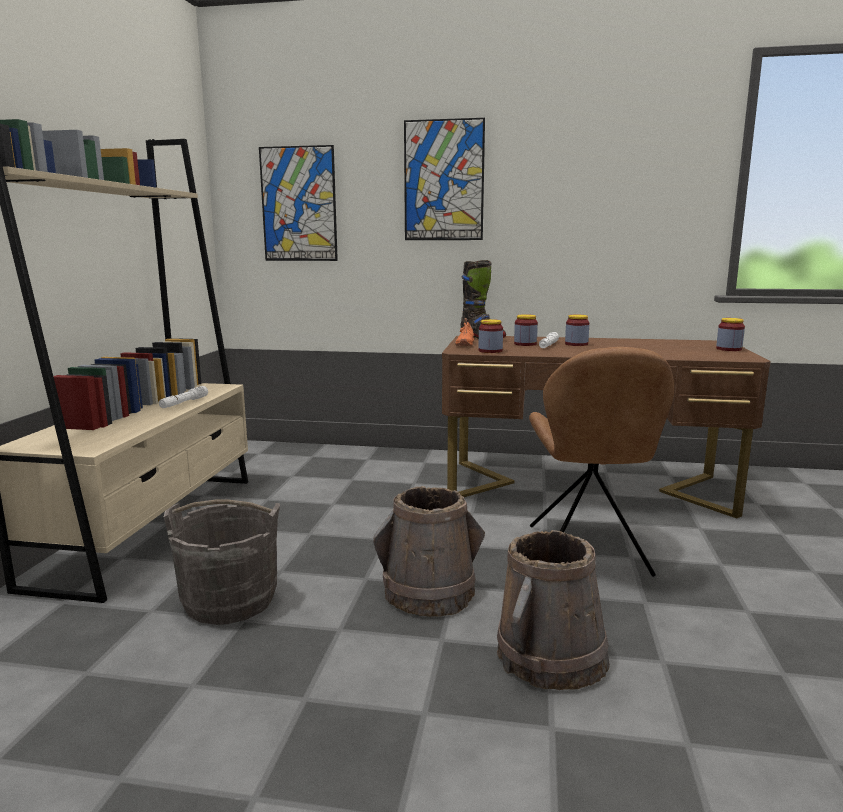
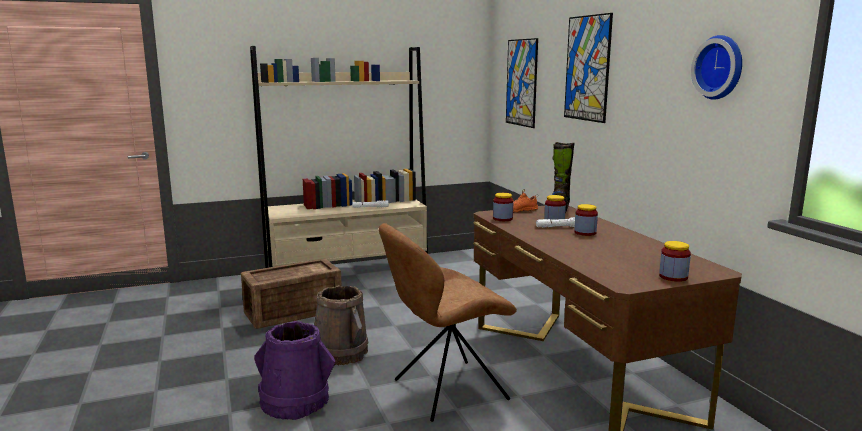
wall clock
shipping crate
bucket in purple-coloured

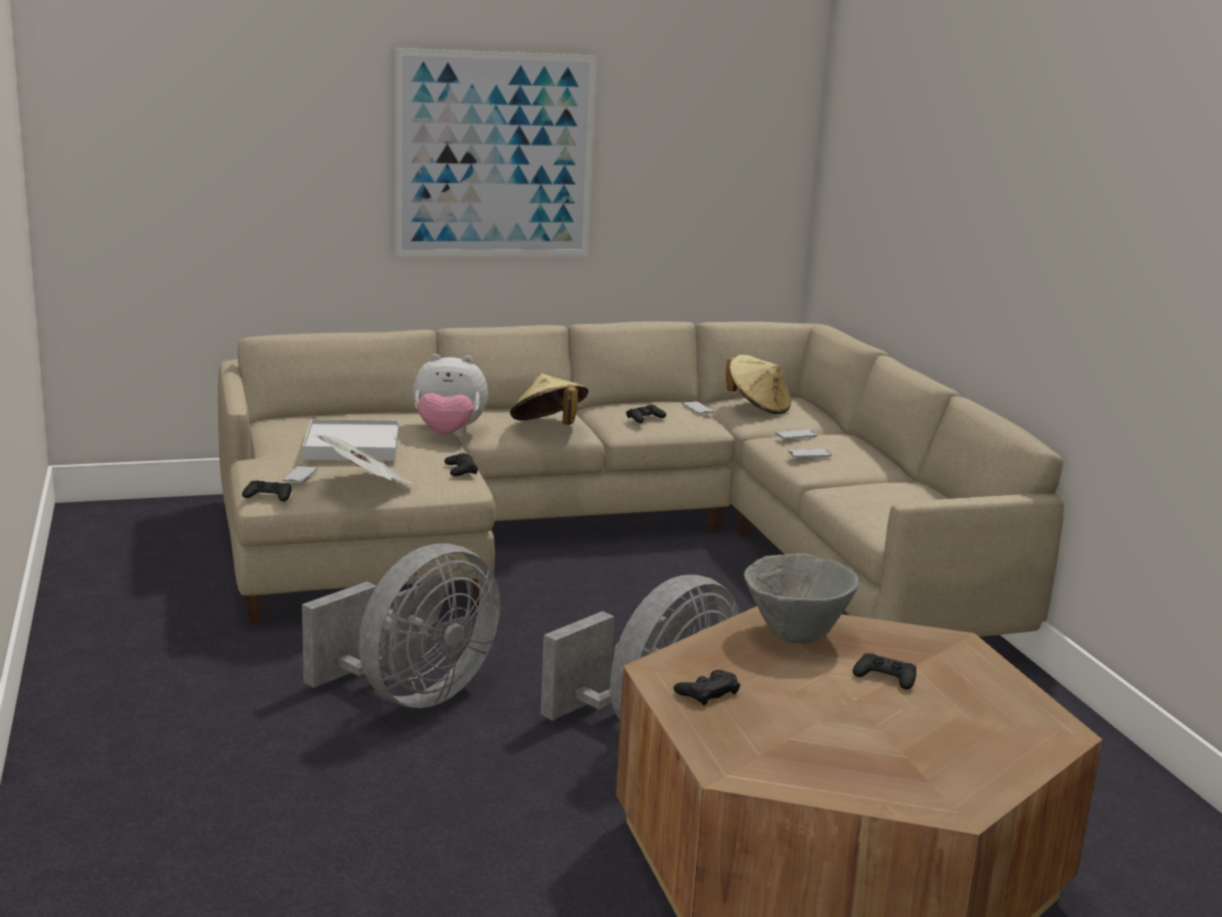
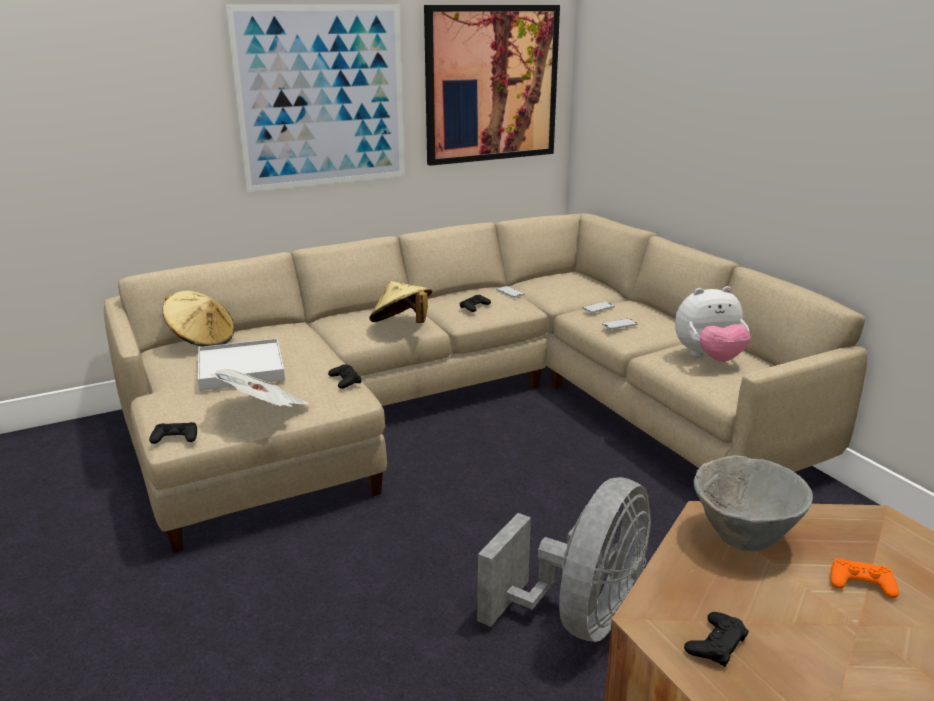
telephone (no. 1 from left in the first image)
fan in grey (no. 1 from left in the first image)
picture (no. 2 from left)
cuddly toy
clothing hat in beige (no. 1 from left)
gamepad in orangey

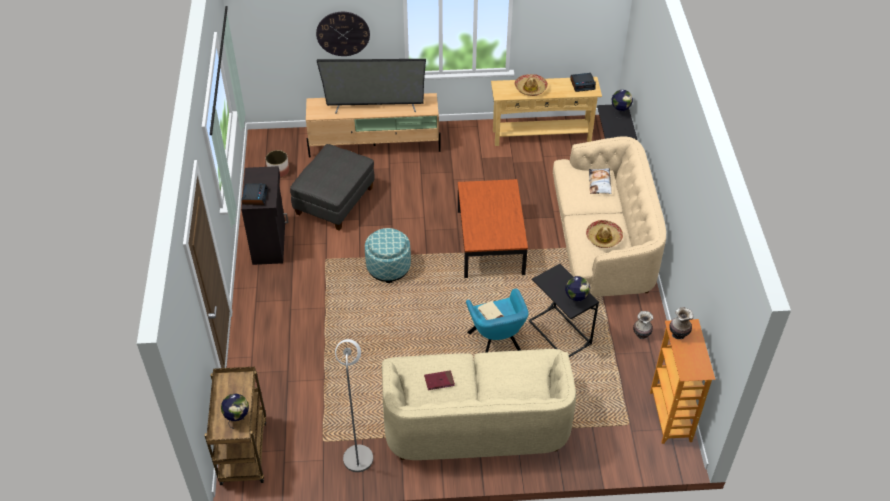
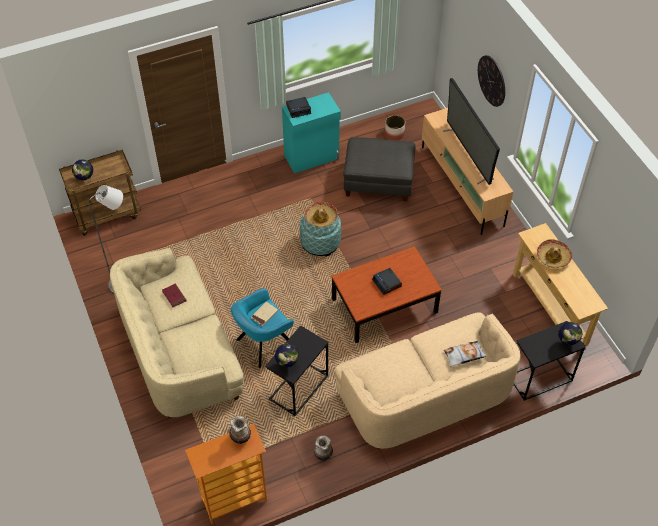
alarm clock (no. 2 from left)
clothing hat (no. 1 from left)
cupboard in turquoise

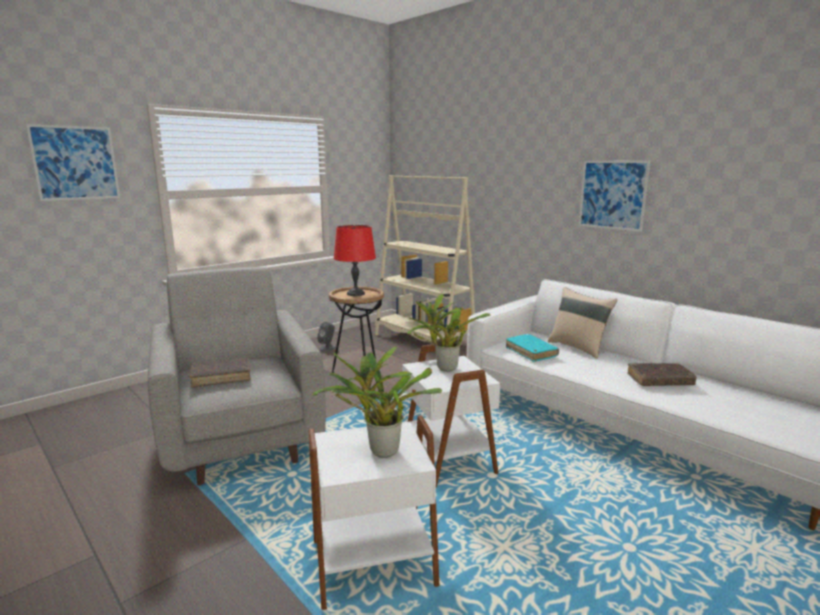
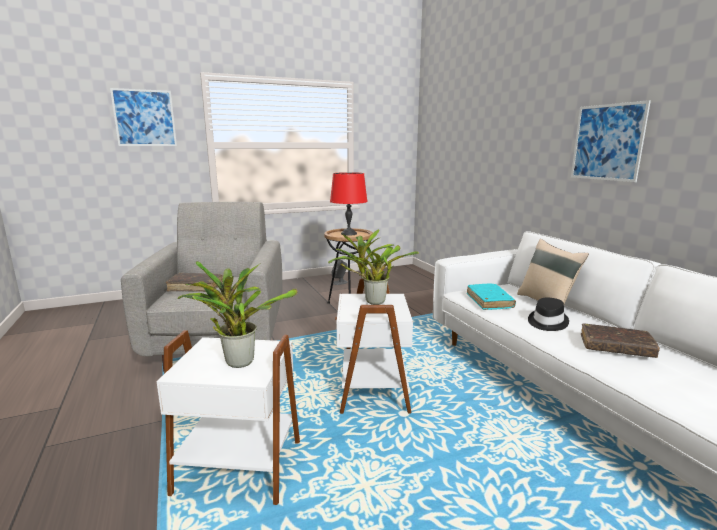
bookshelf in beige
clothing hat in blackish

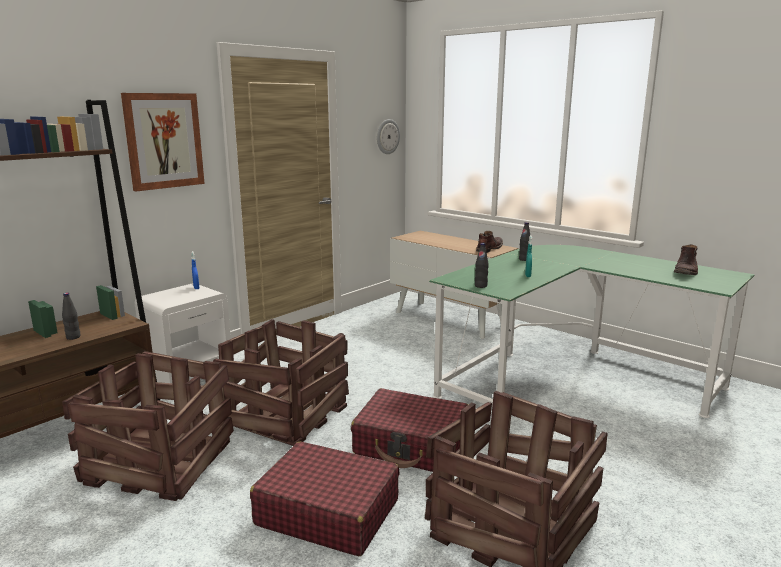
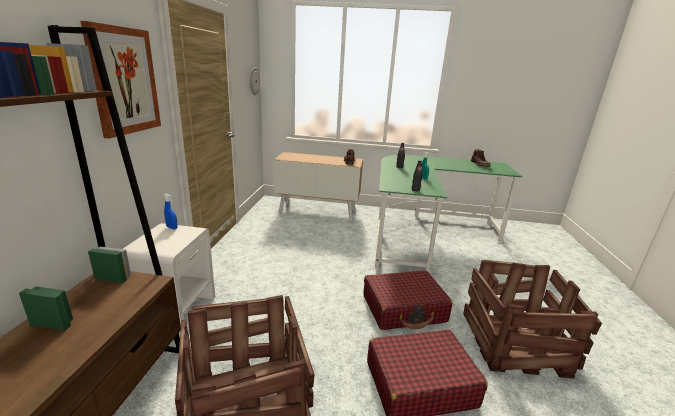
drink bottle in blackish (no. 1 from left in the first image)
shipping crate (no. 2 from left in the first image)

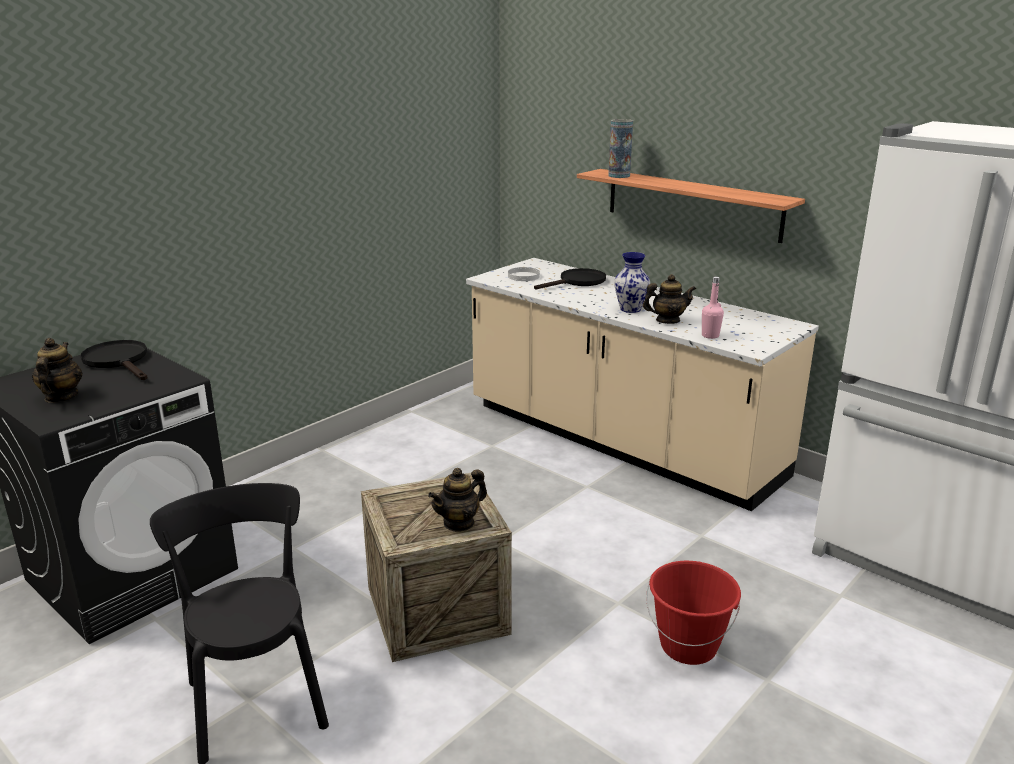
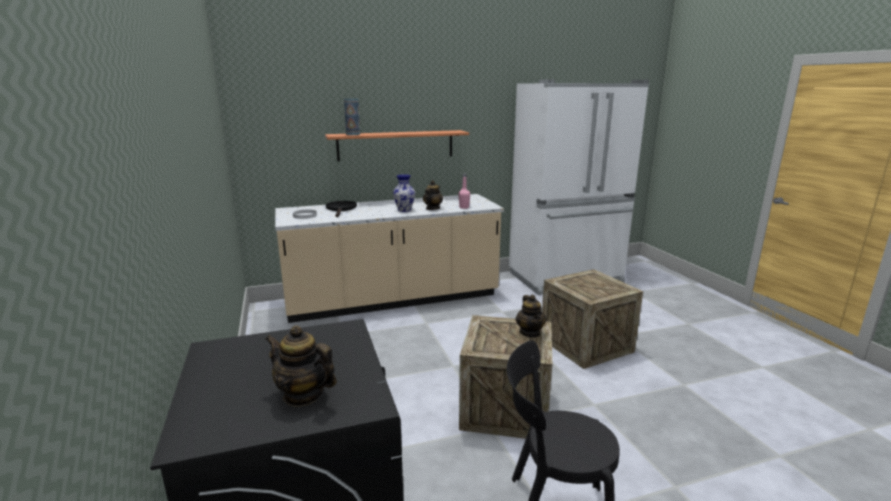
pan in blackish (no. 1 from left in the first image)
shipping crate (no. 2 from left)

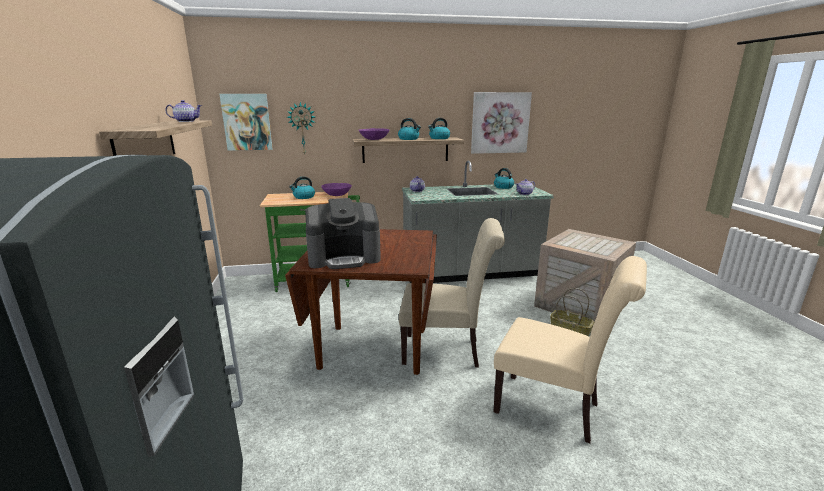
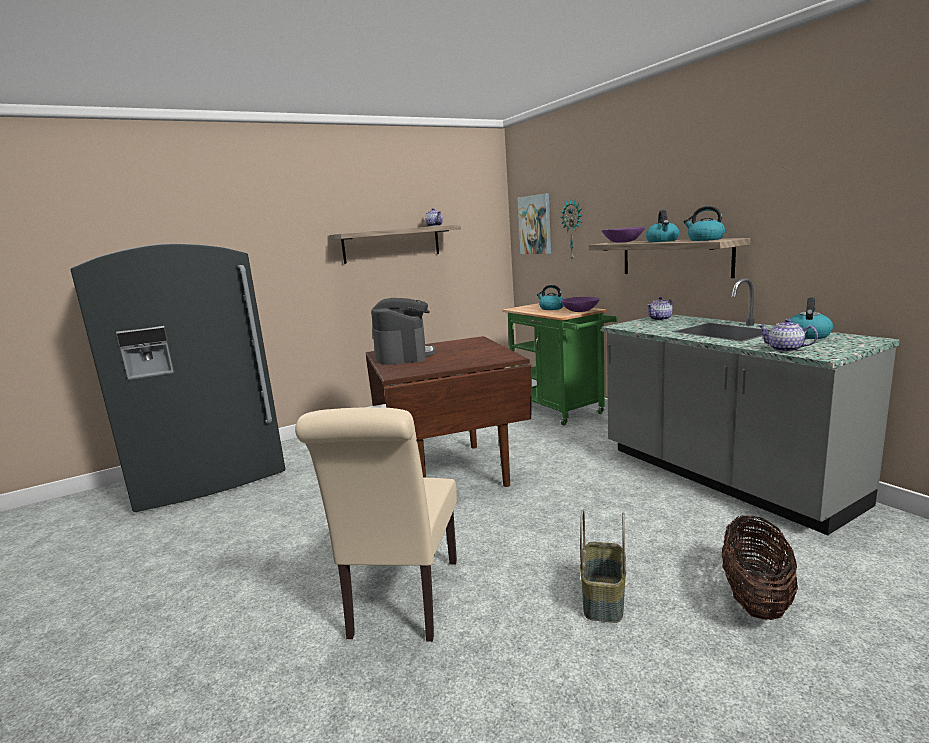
upright chair in beige (no. 1 from left in the first image)
picture (no. 2 from left in the first image)
storage basket (no. 2 from left)
coffee maker

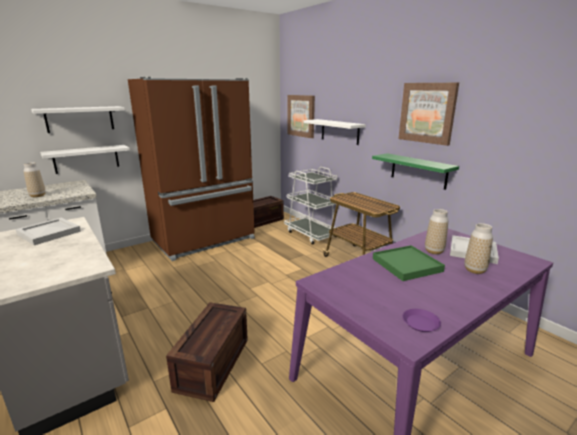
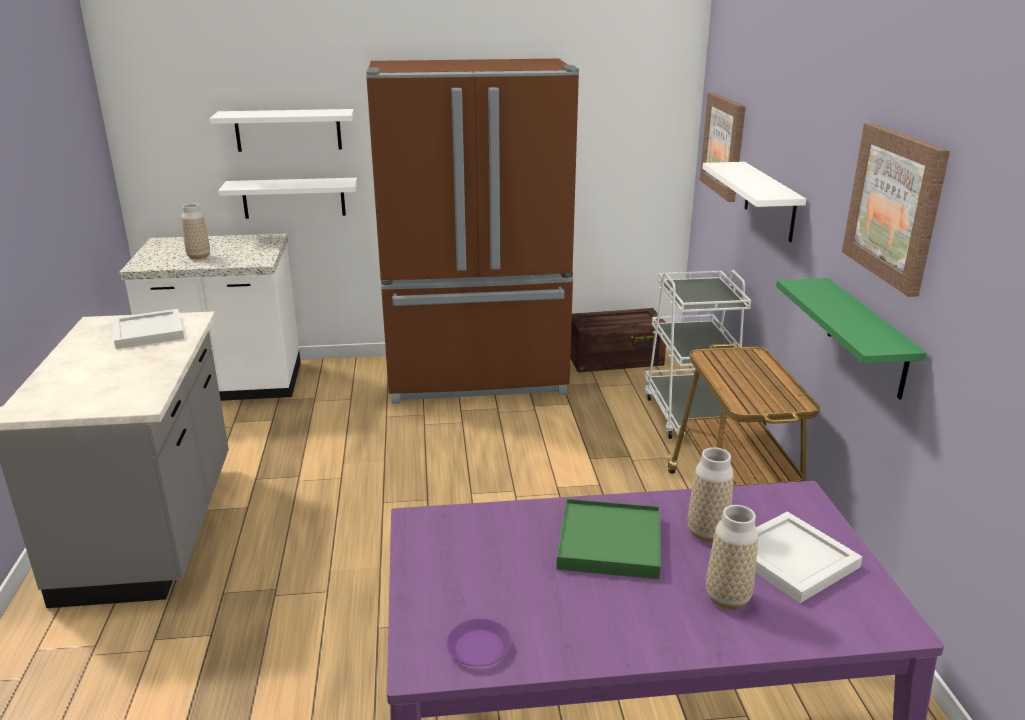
shipping crate (no. 1 from left in the first image)

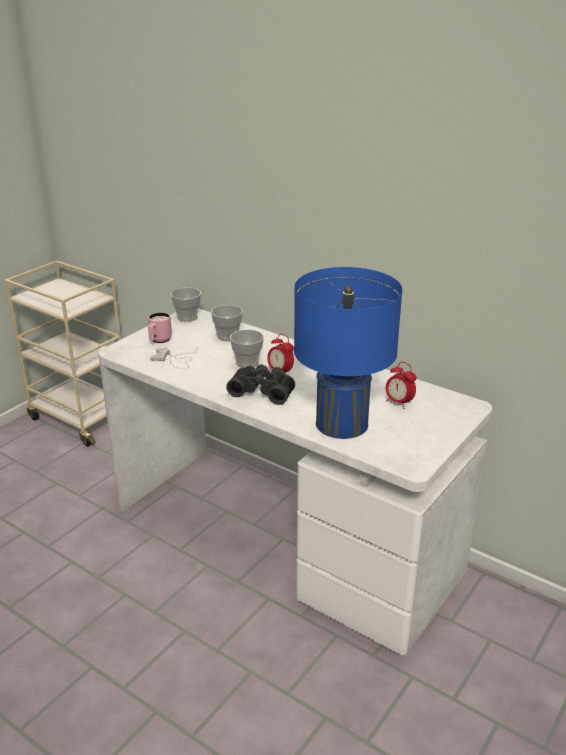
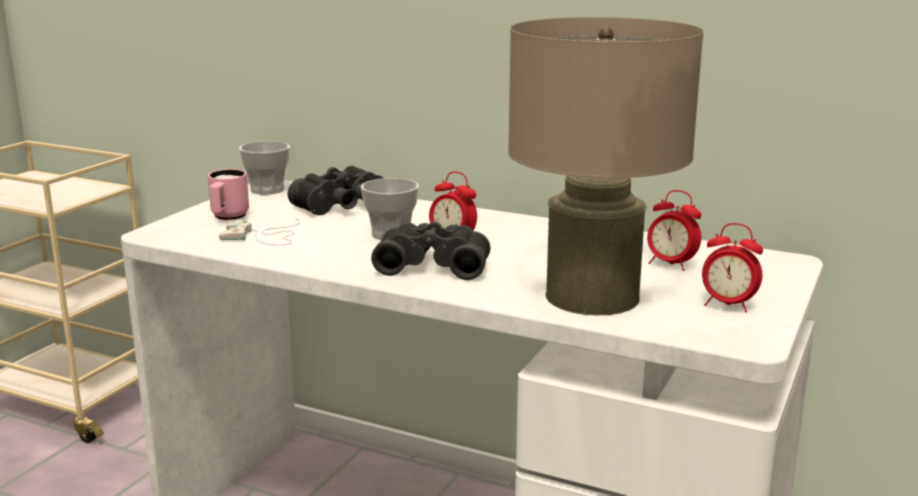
alarm clock (no. 3 from left)
binoculars in blackish (no. 1 from left)
tabletop lamp in beige

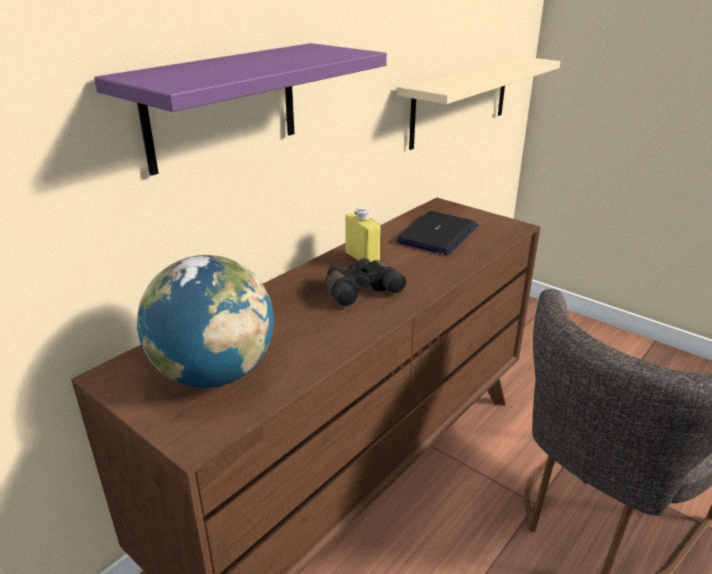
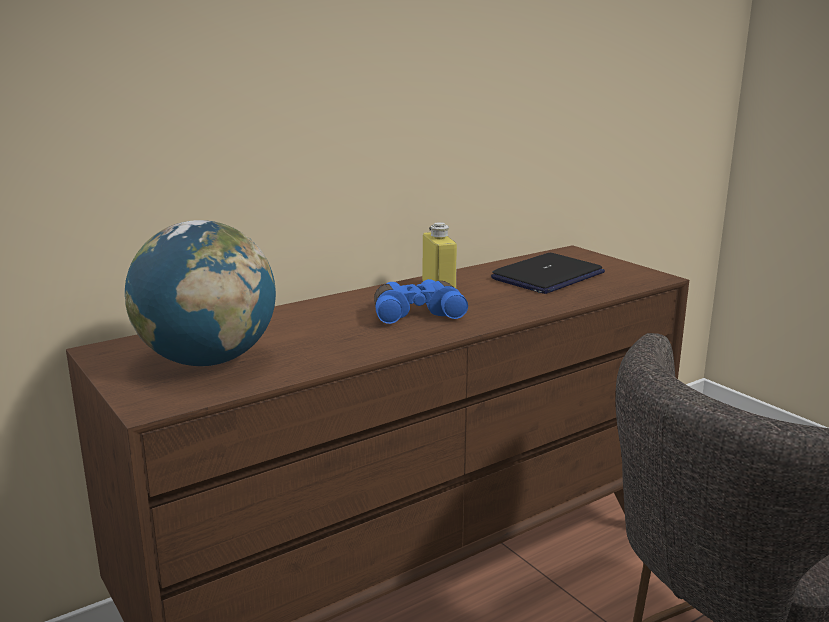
bracket shelf in purple-coloured
bracket shelf in beige
binoculars in blue

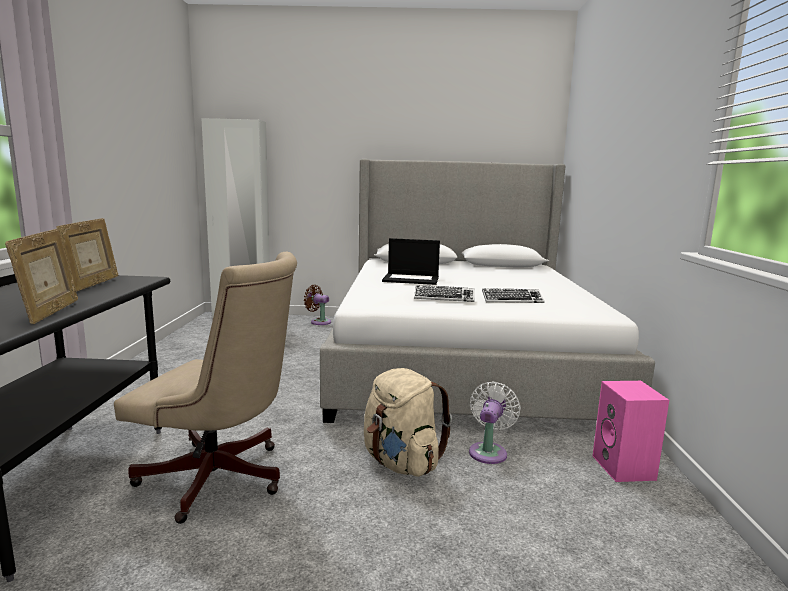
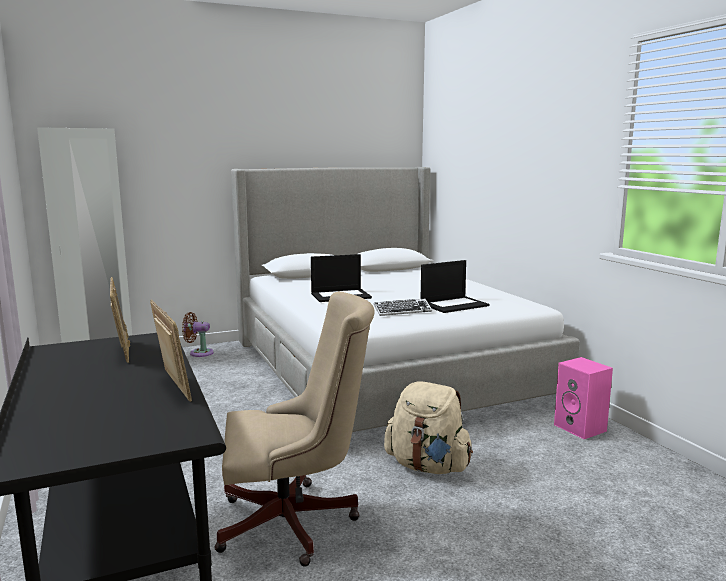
fan in white
laptop (no. 2 from left)

